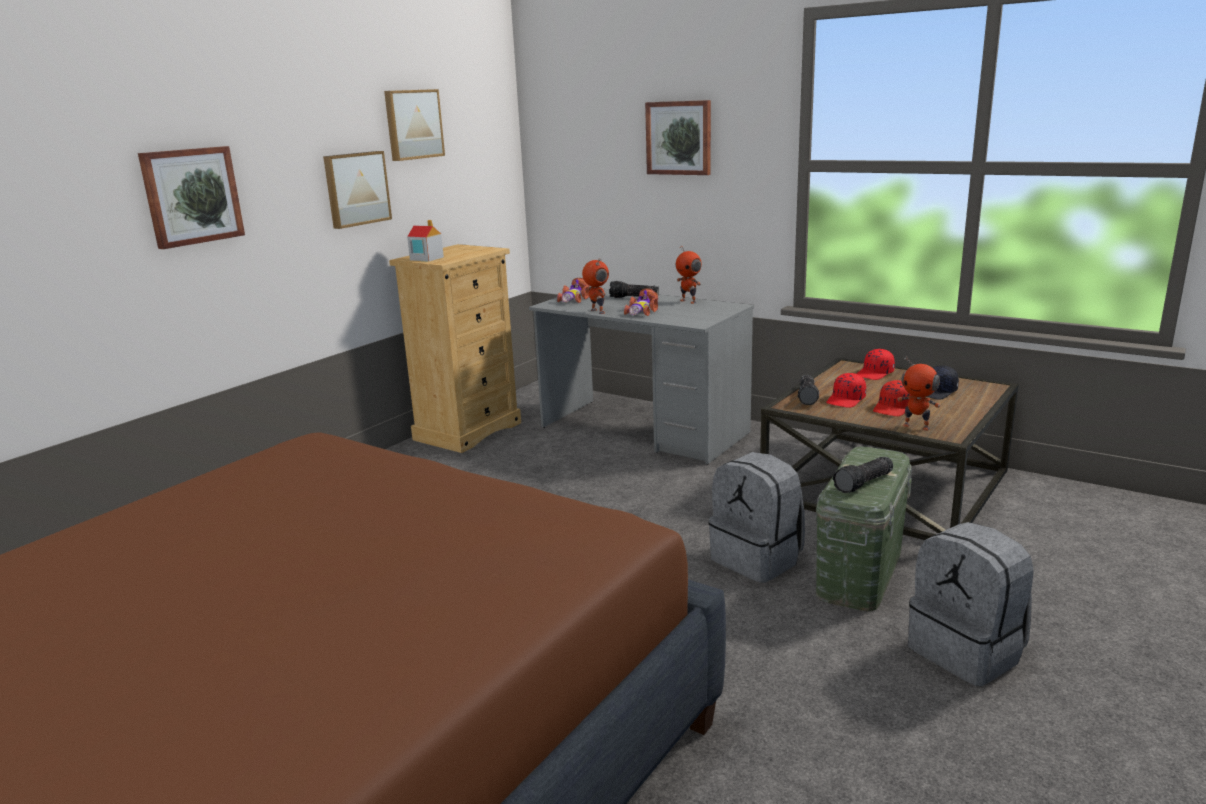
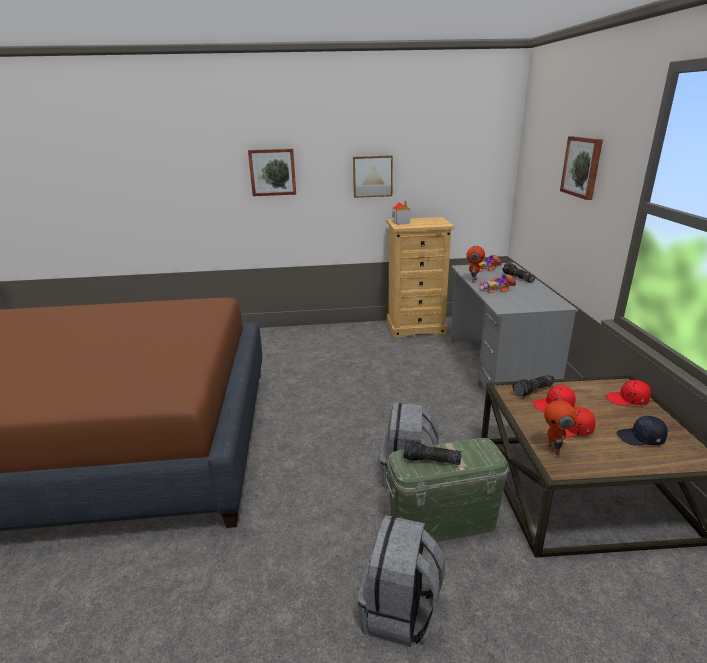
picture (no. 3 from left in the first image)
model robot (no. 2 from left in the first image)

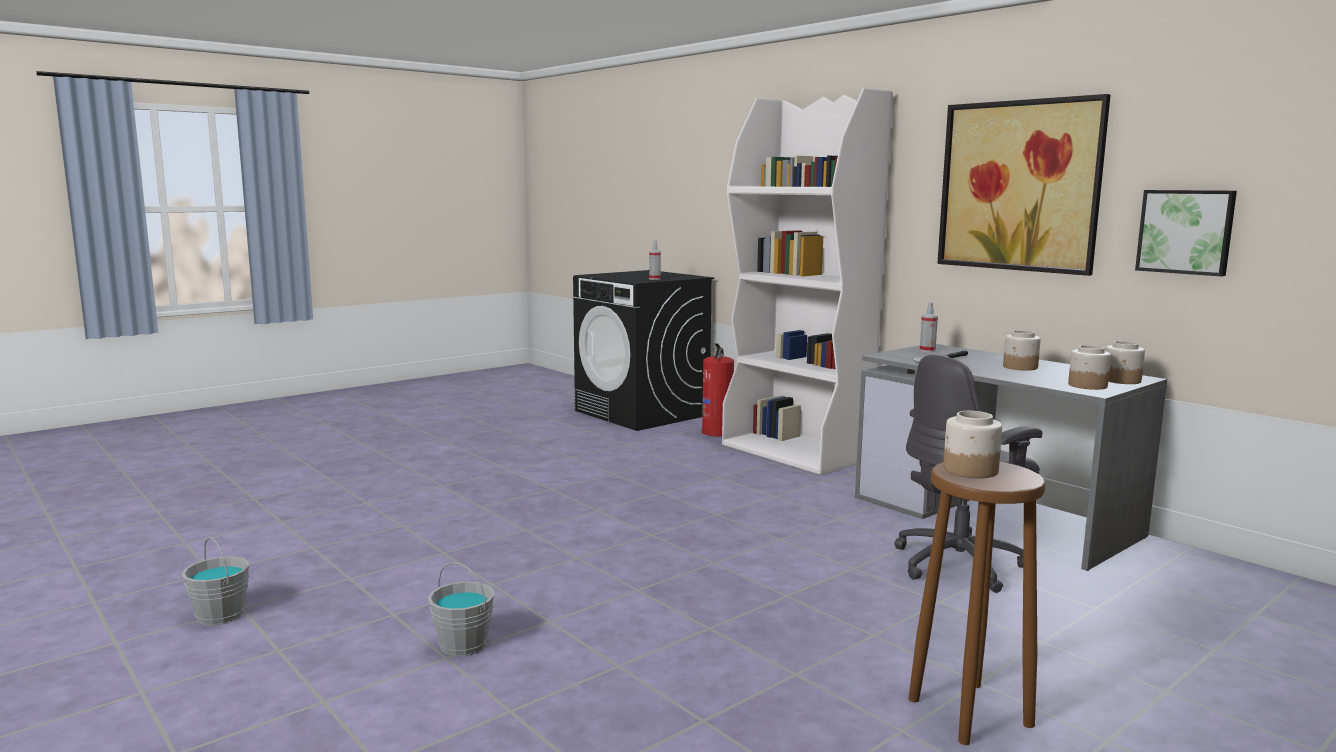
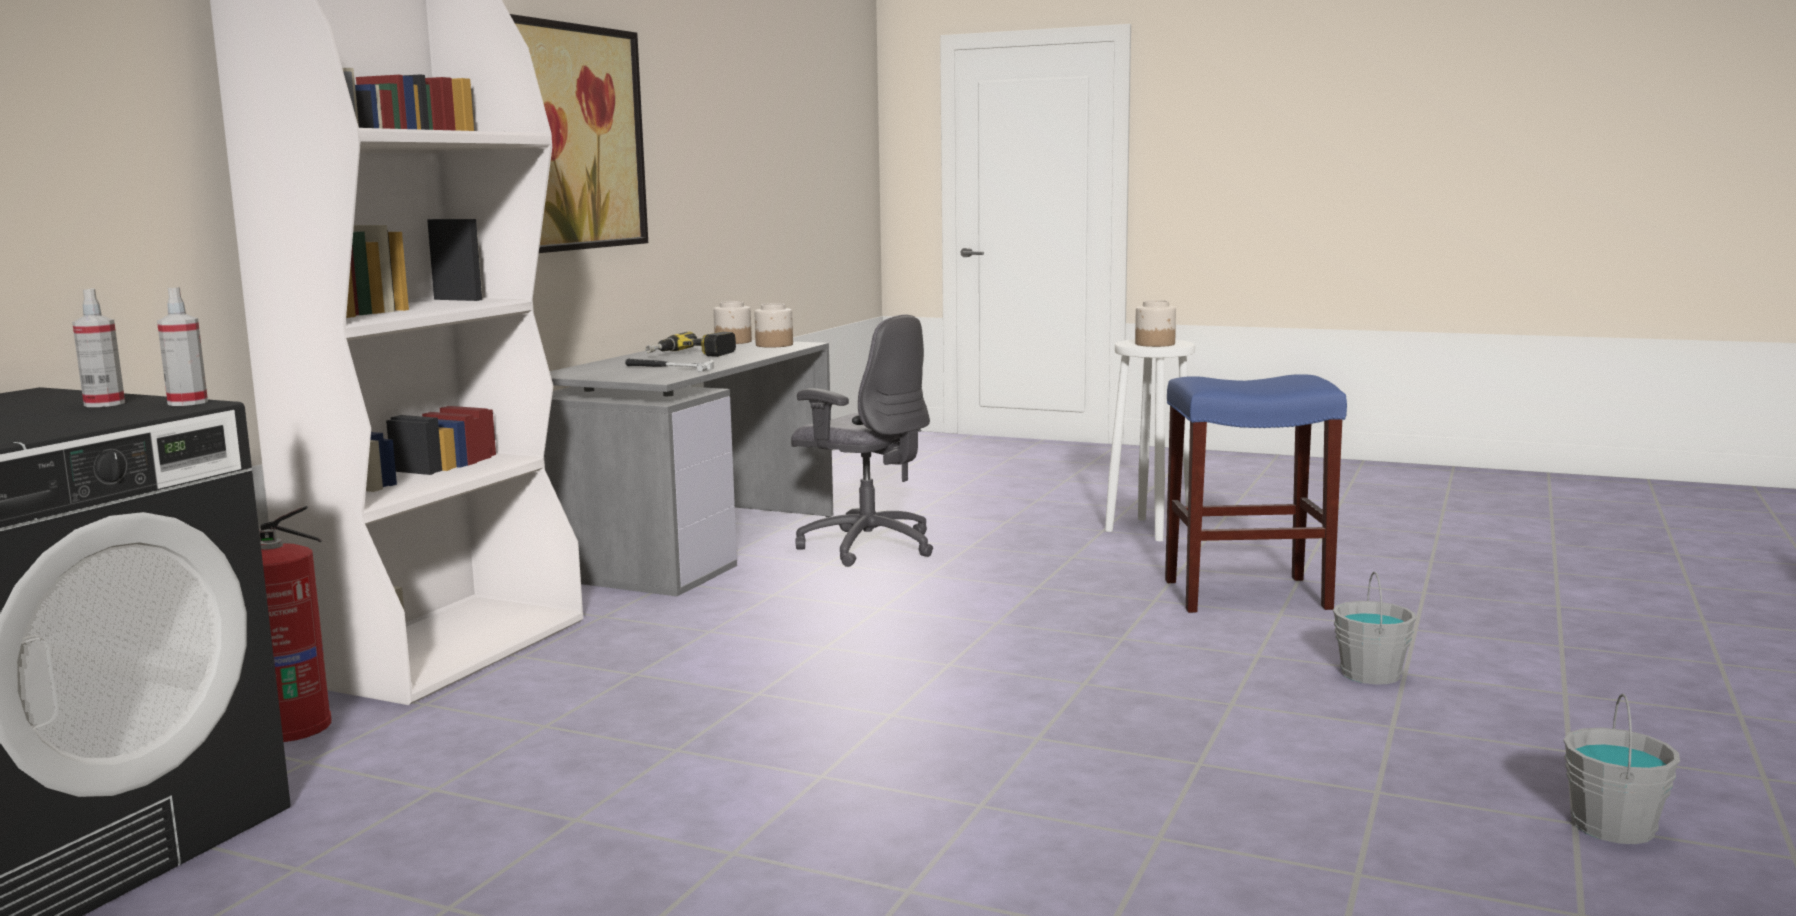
picture (no. 2 from left in the first image)
stool seat in blue
hand sprayer (no. 2 from left)
drill
stool seat in white

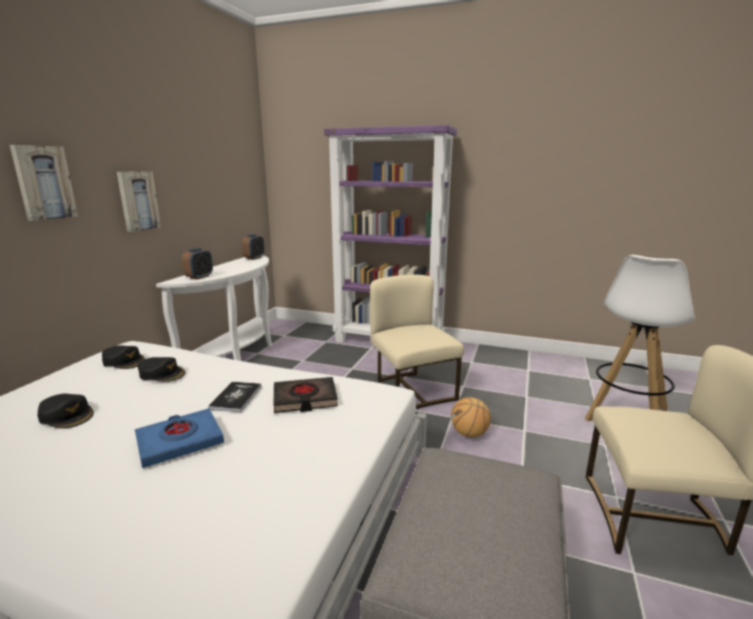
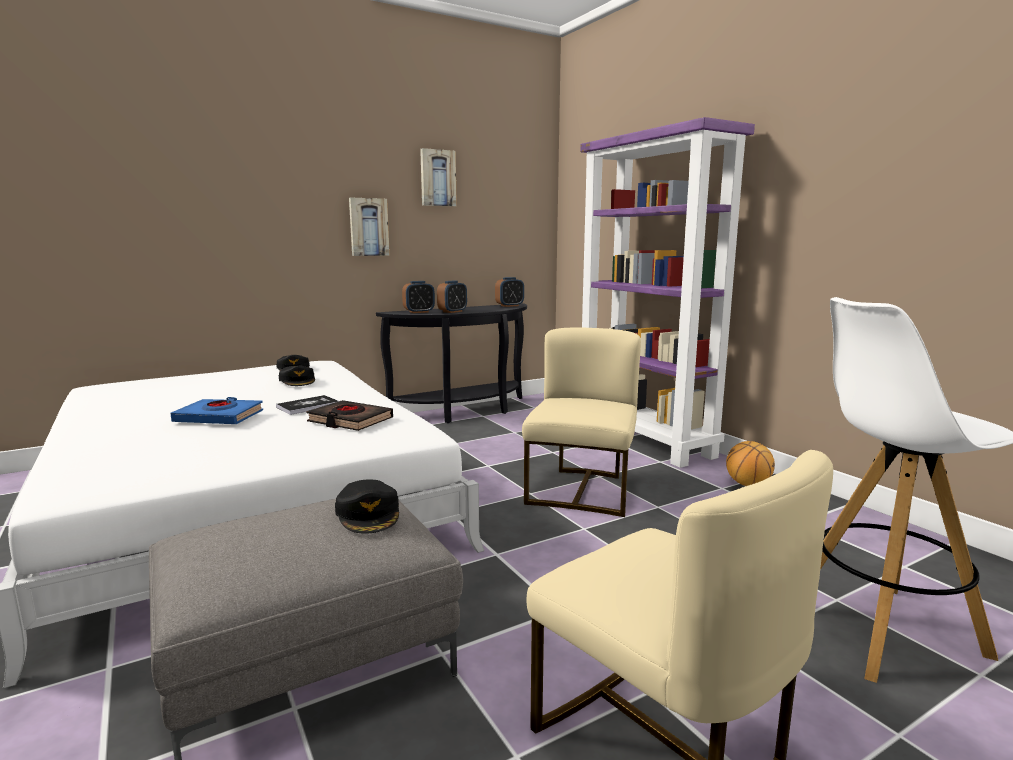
alarm clock (no. 2 from left)
picture (no. 2 from left)
cap in blackish (no. 3 from left)
basketball
hall table in blackish

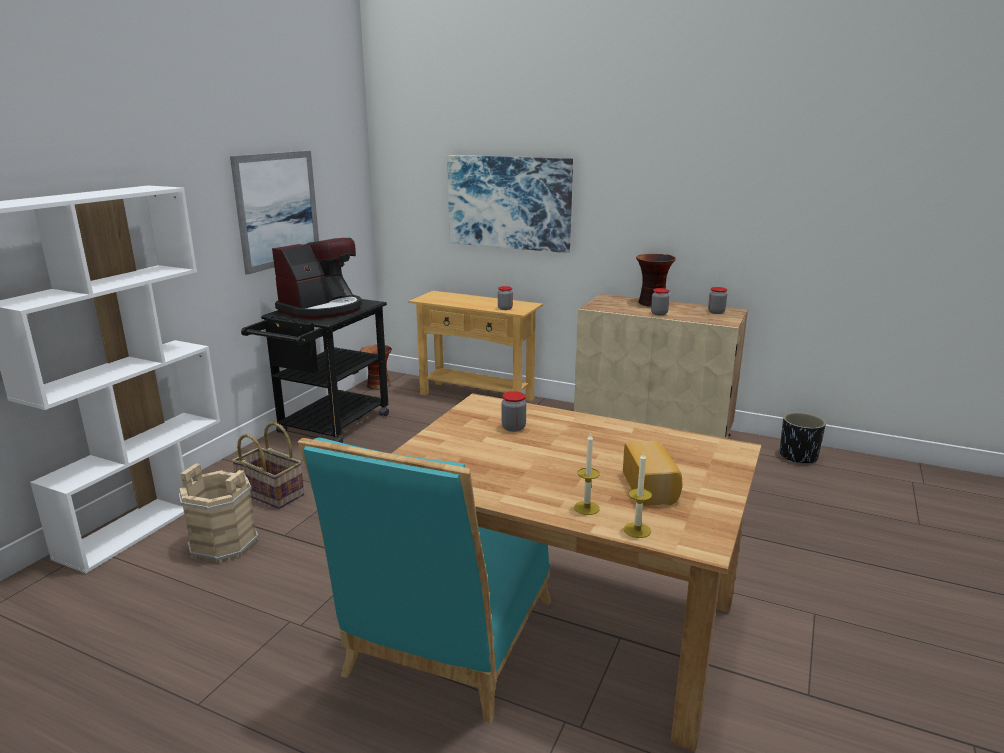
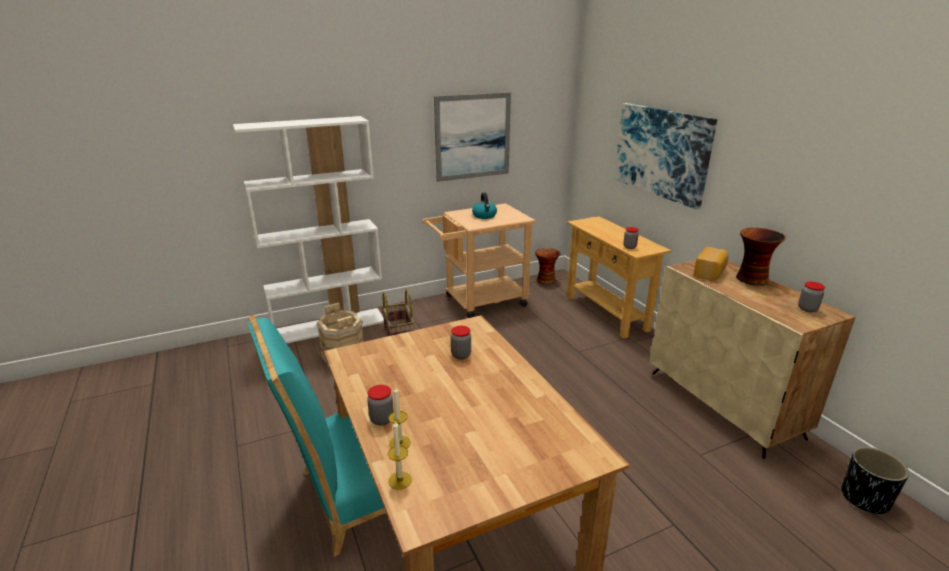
bakery bread
jar (no. 1 from left)
kettle
cart in beige

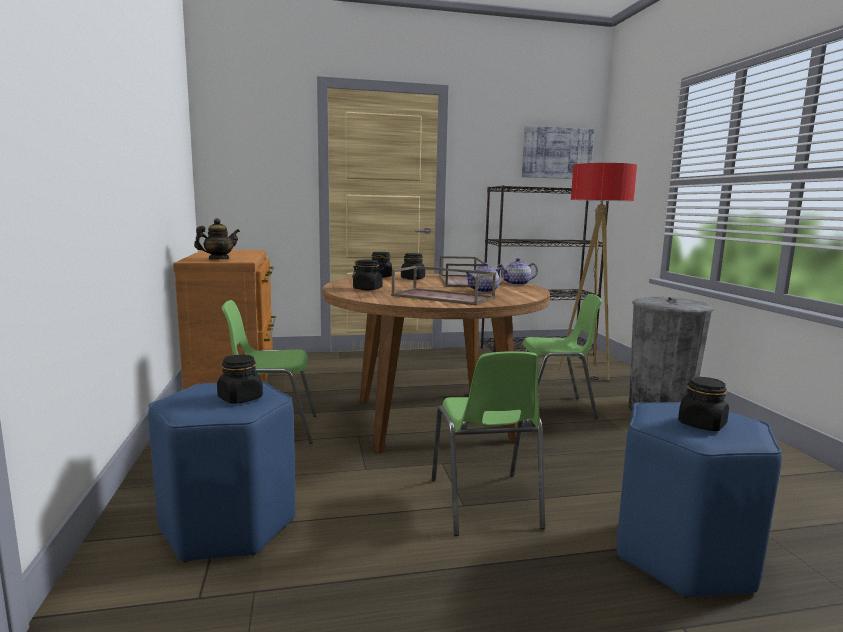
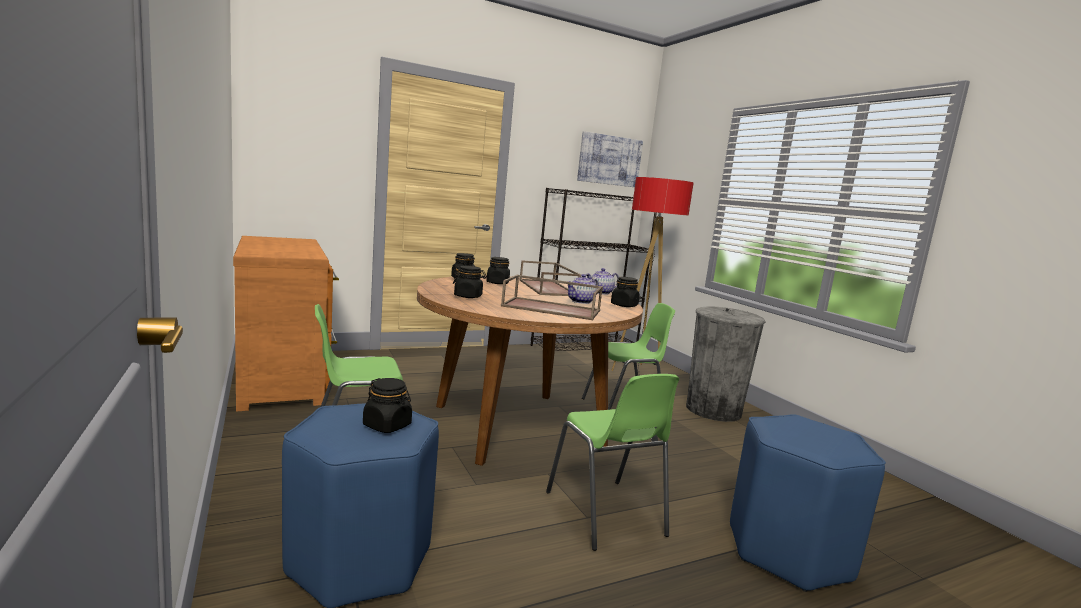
tea pot (no. 1 from left in the first image)
jar in blackish (no. 5 from left)

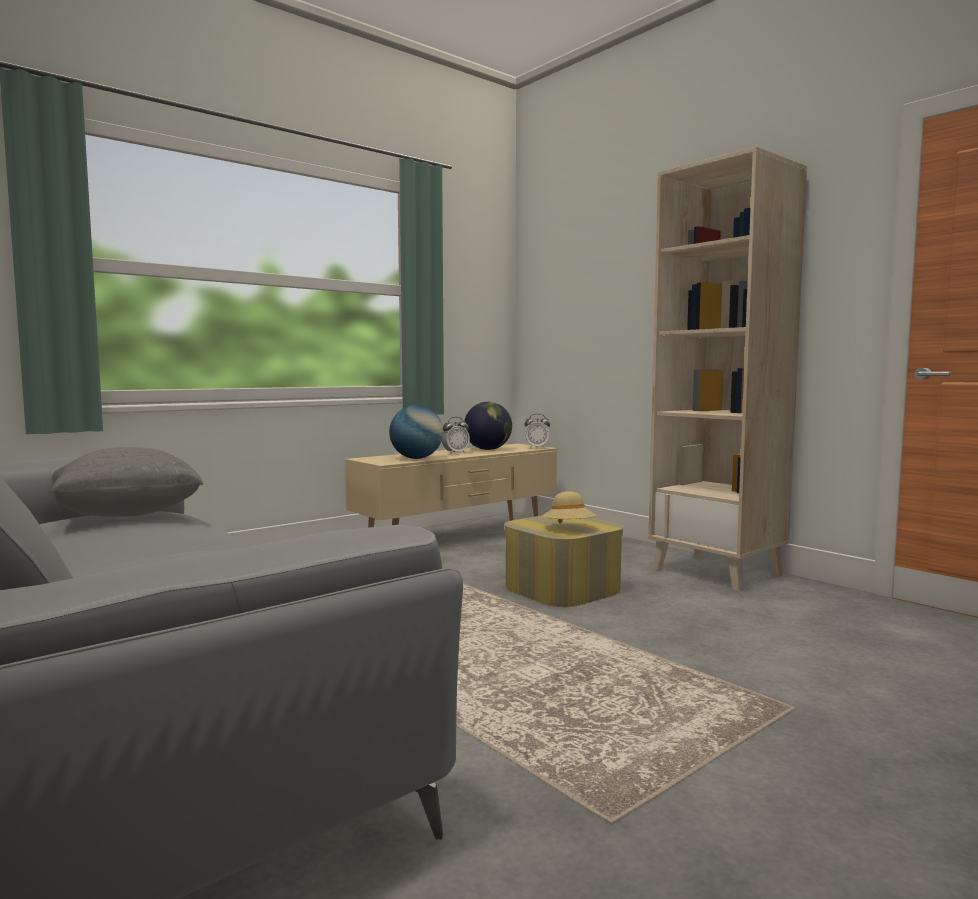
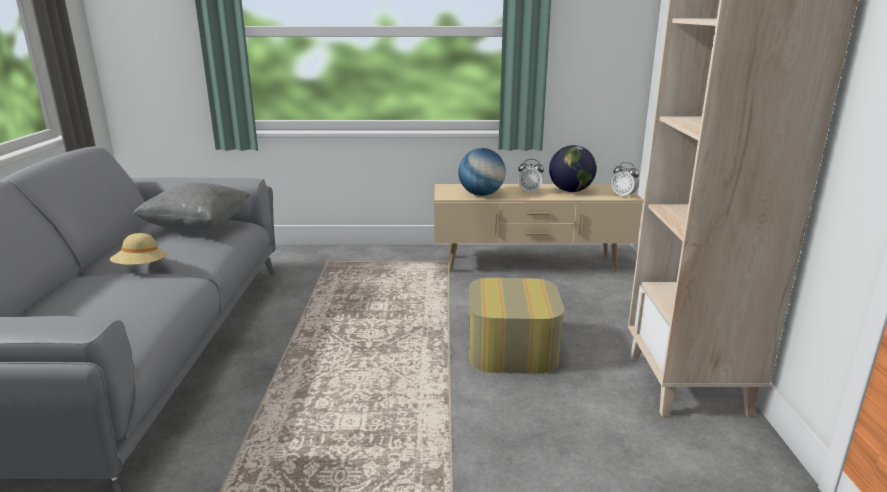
clothing hat in beige

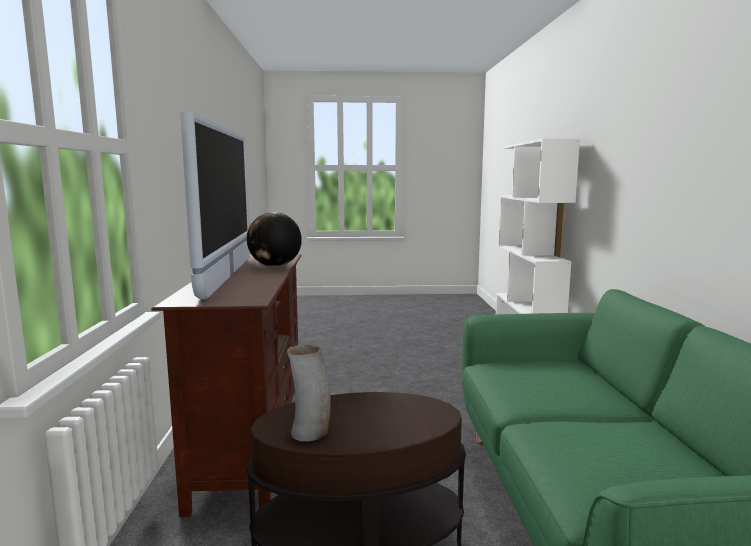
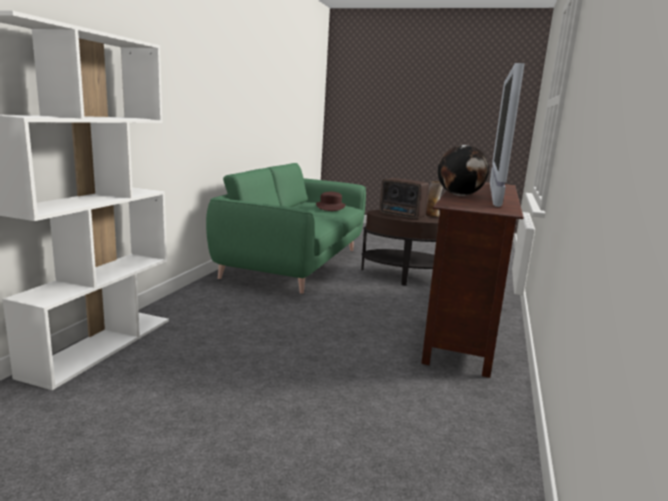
clothing hat in brown-coloured
radio set

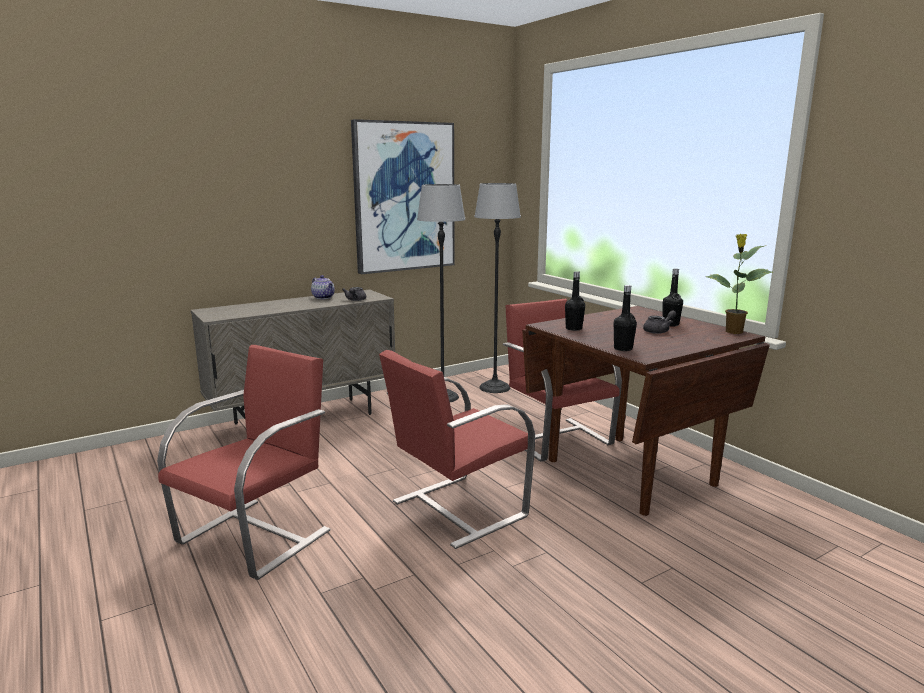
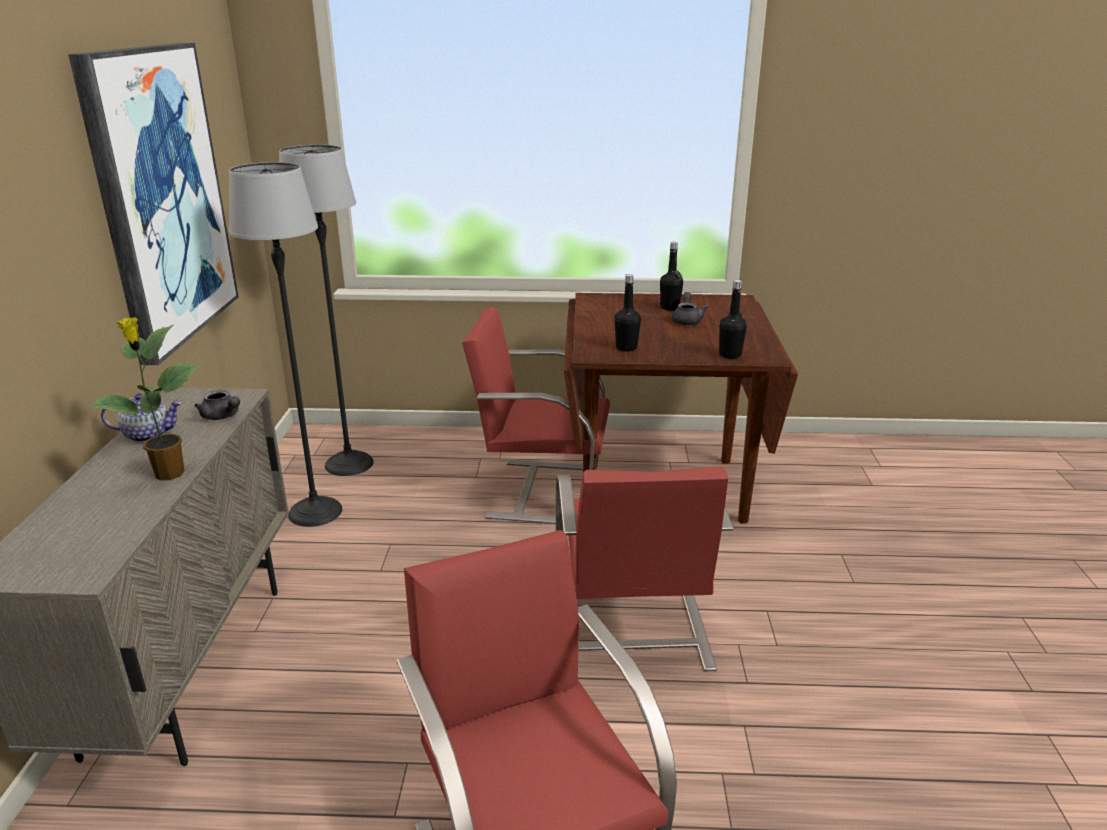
houseplant

